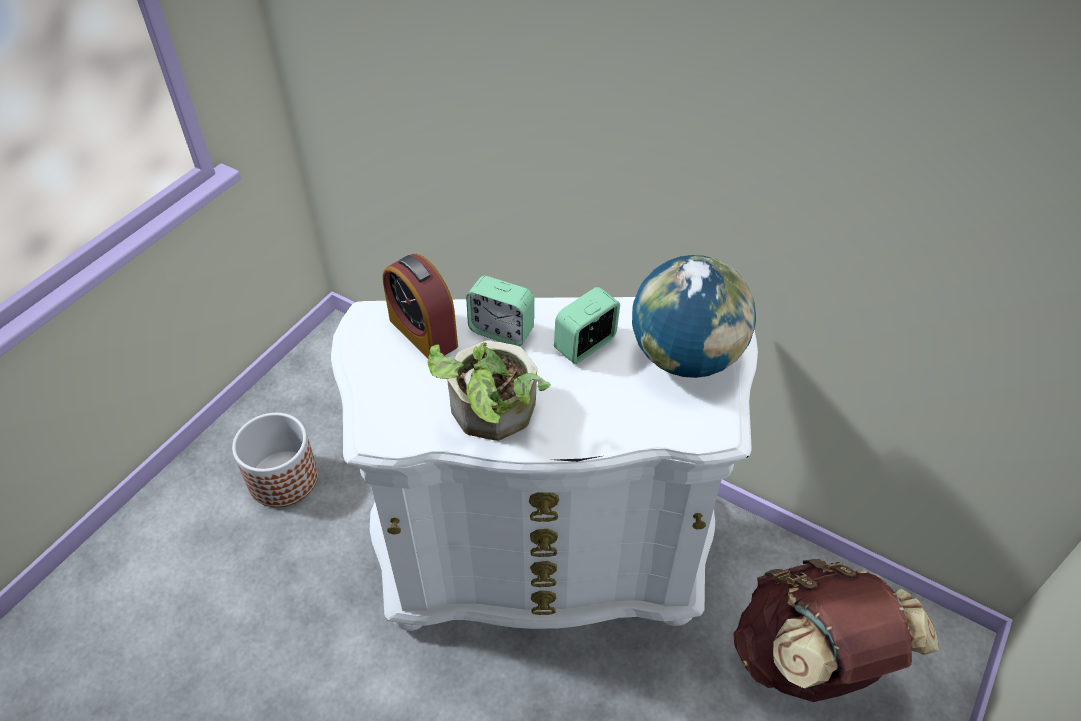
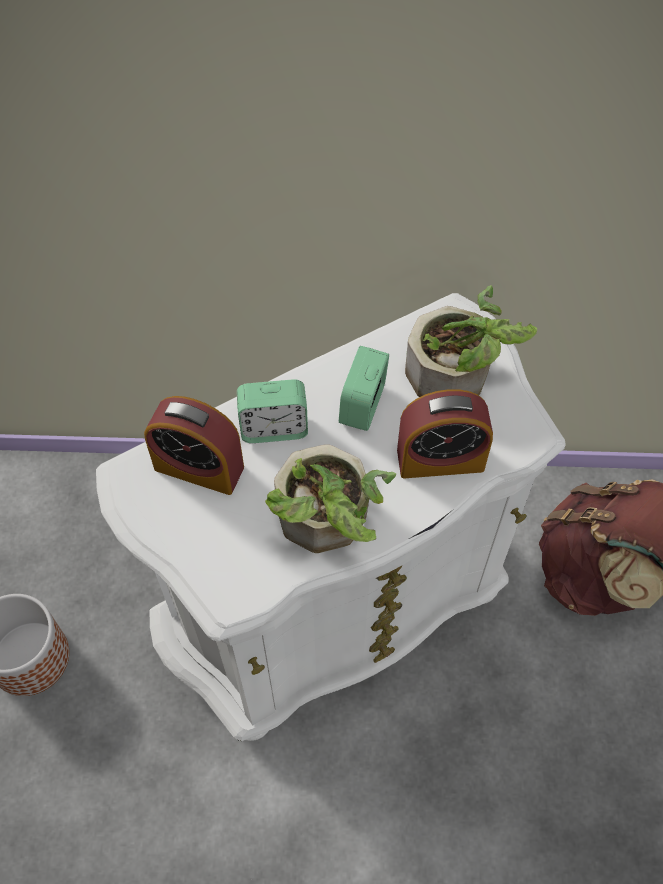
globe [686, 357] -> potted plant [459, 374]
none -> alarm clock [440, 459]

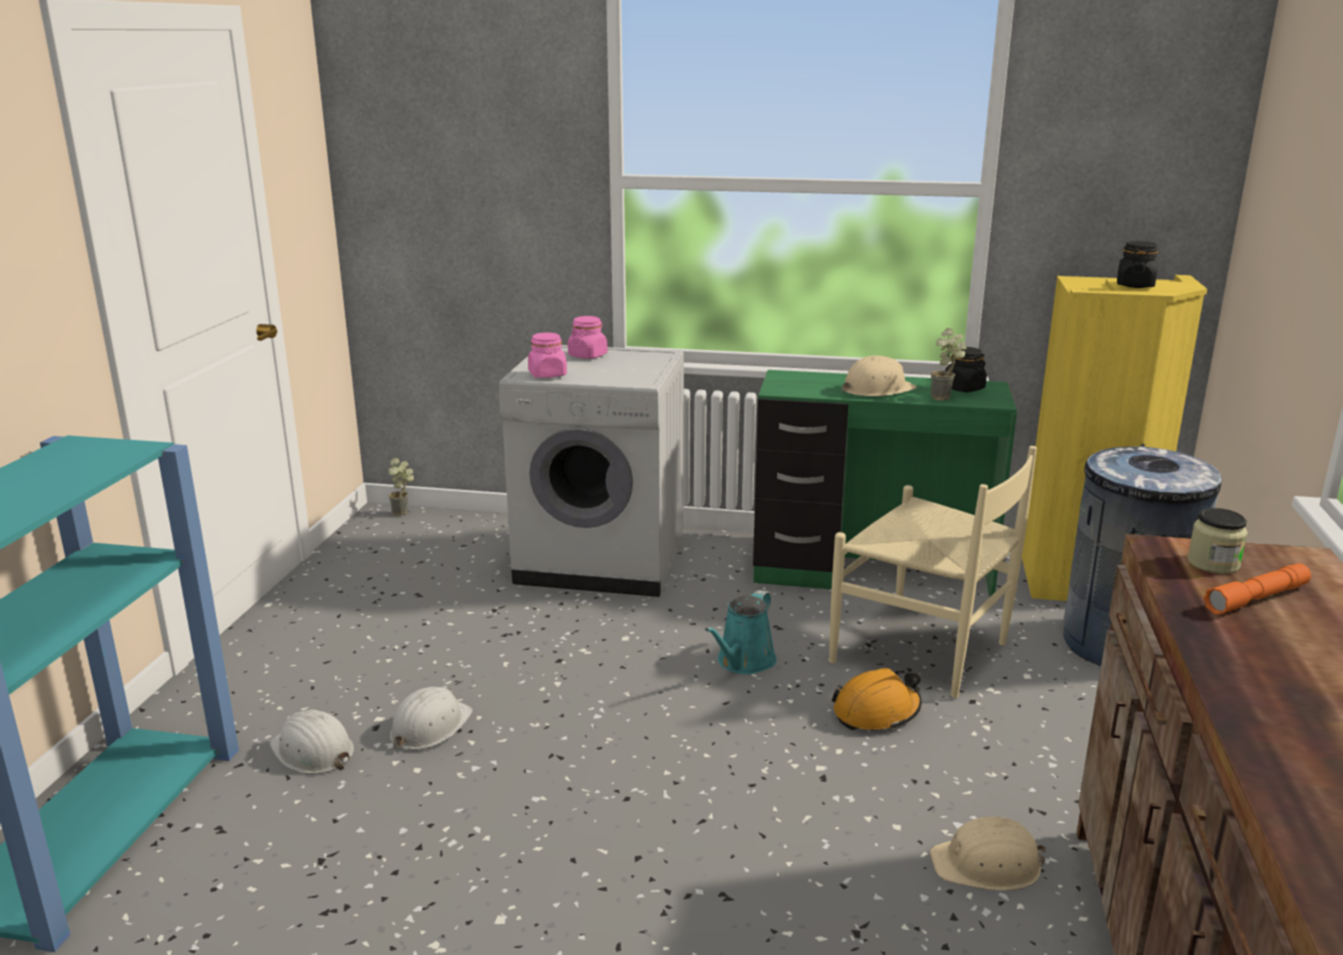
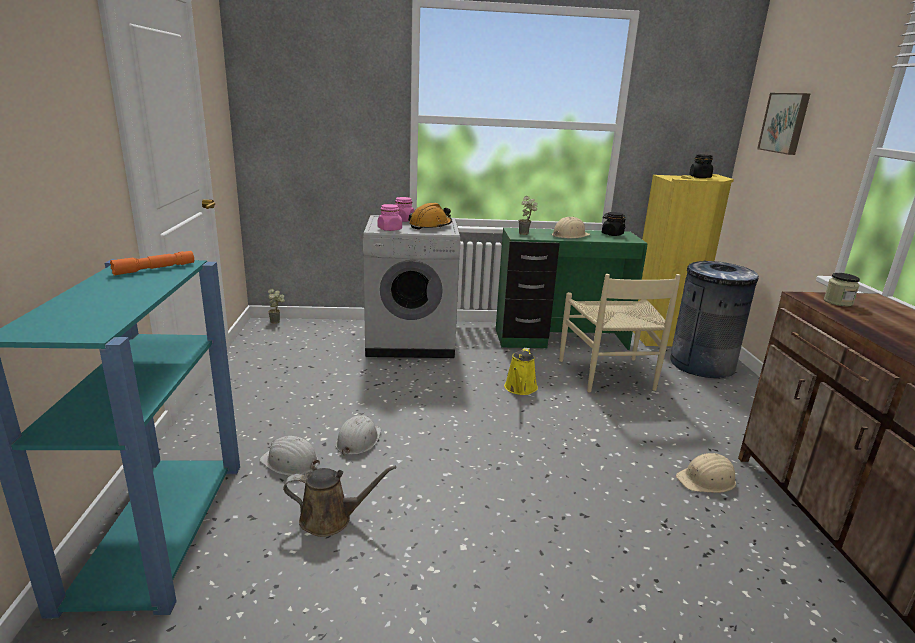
turquoise watering can [743, 662] -> yellow watering can [520, 388]
beige chair [923, 651] -> beige chair [609, 375], 60 degrees clockwise
orange hard hat [876, 712] -> orange hard hat [430, 226], move
potted plant [946, 399] -> potted plant [526, 234], move
orange flashlight [1256, 598] -> orange flashlight [155, 269], move
none -> brown watering can [331, 519]
none -> picture [785, 123]

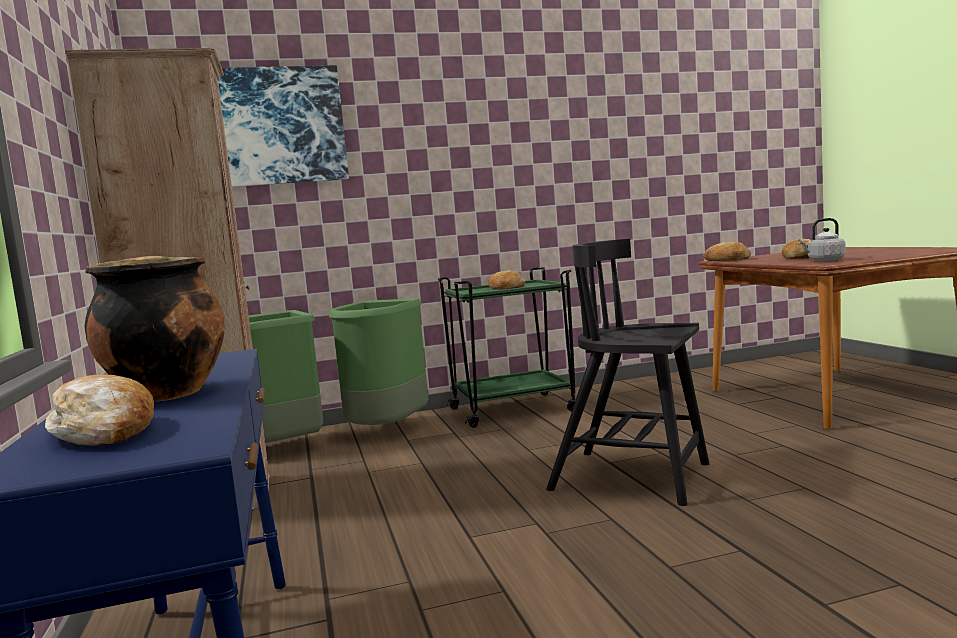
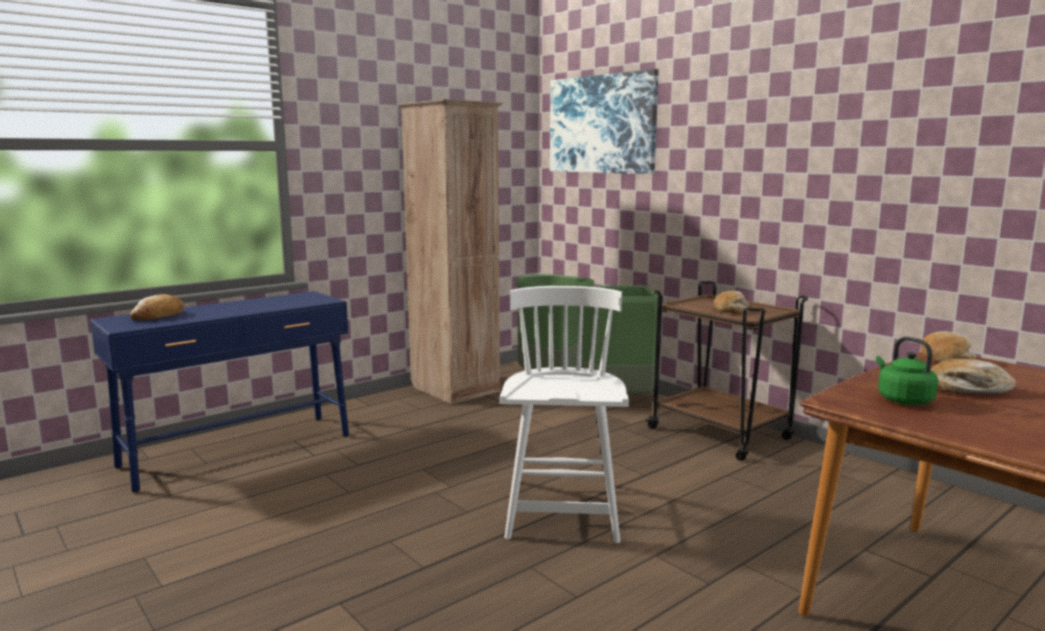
cooking pot [166, 394] -> none
green cart [513, 409] -> brown cart [720, 434]
black chair [634, 477] -> white chair [563, 510]
grey kettle [824, 260] -> green kettle [902, 399]

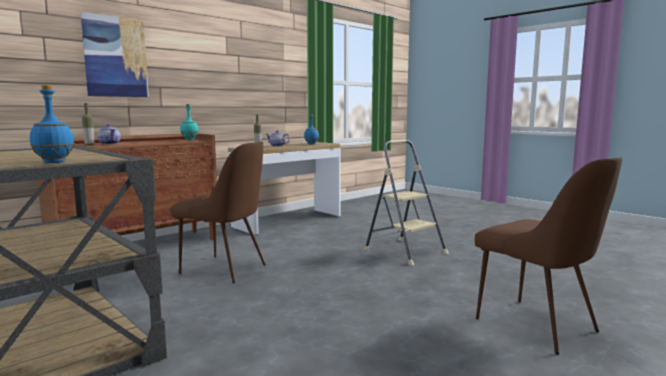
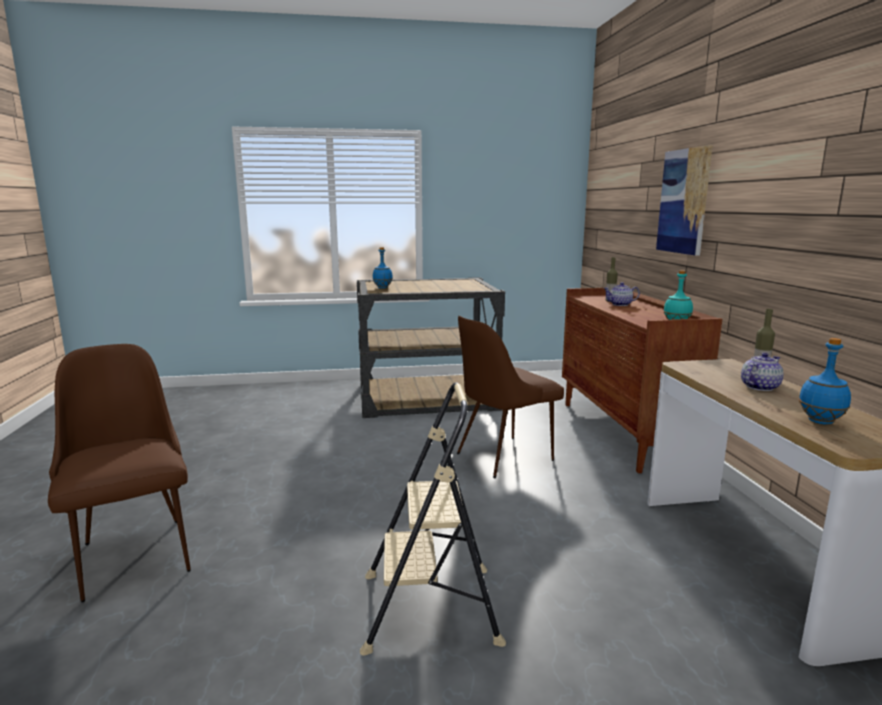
brown chair [537, 325] -> brown chair [134, 557], 60 degrees clockwise

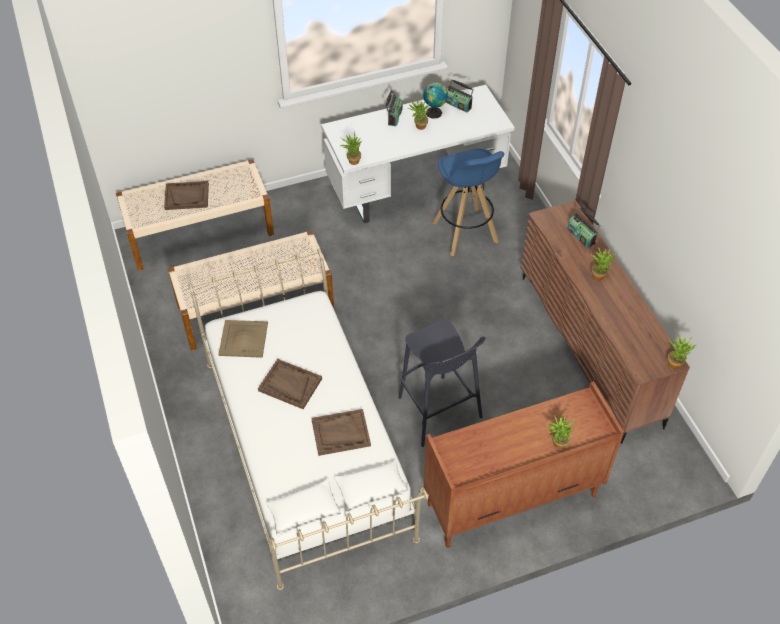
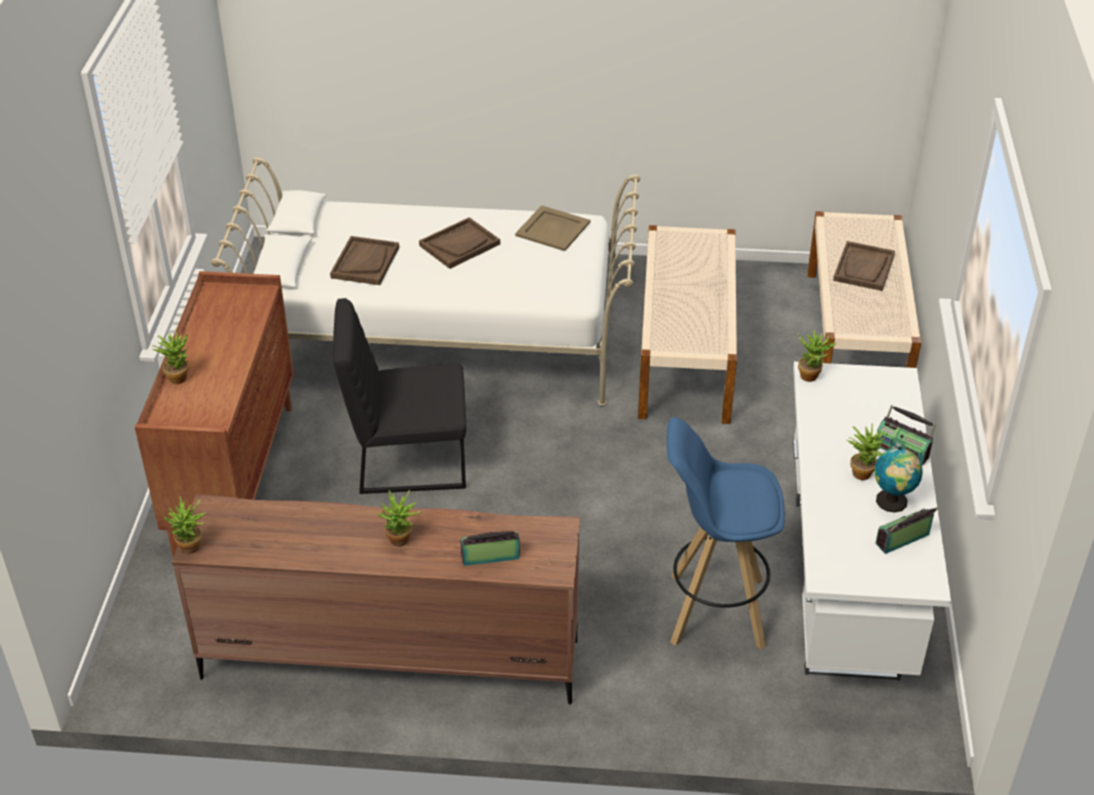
grey stool [437, 411] -> black chair [408, 460]

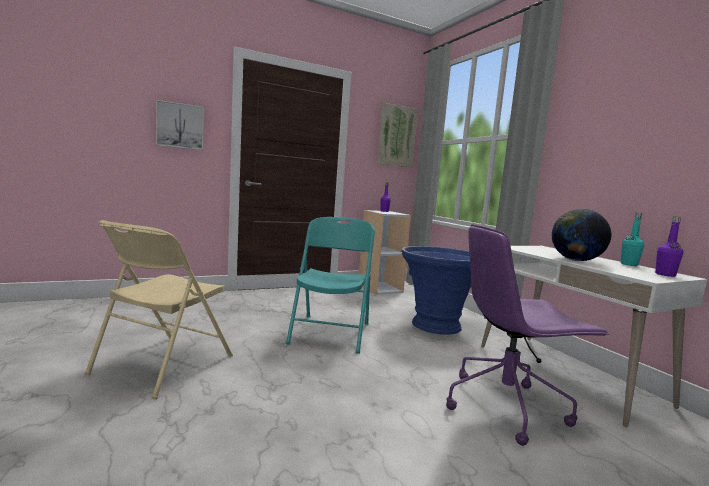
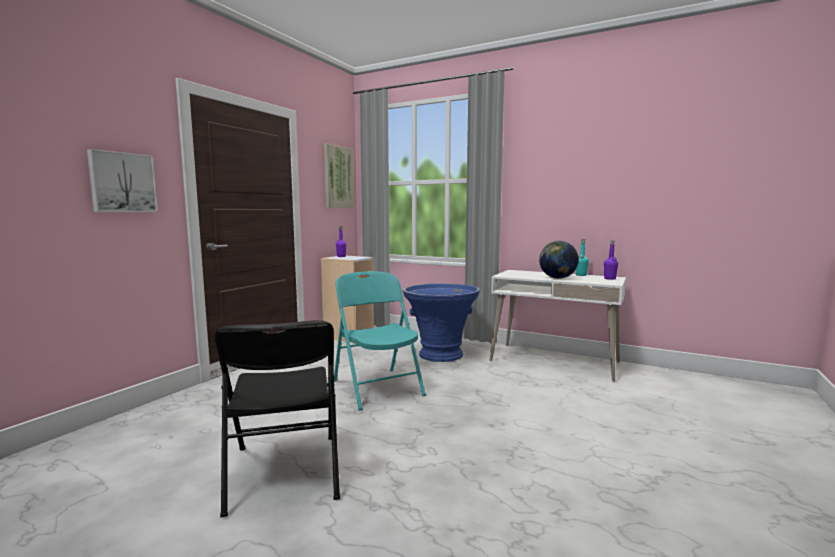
beige chair [163, 364] -> black chair [284, 472]
purple office chair [509, 406] -> none

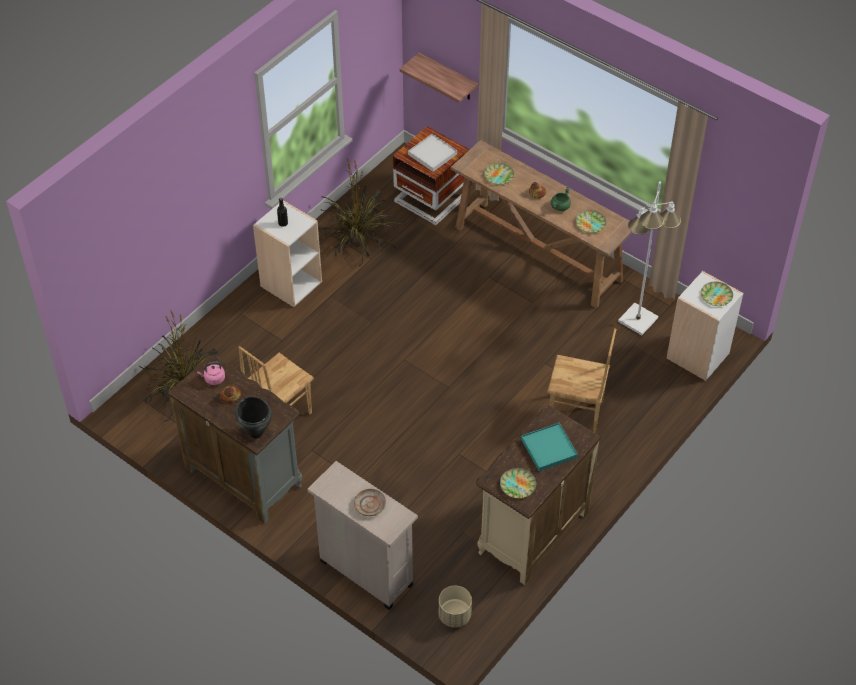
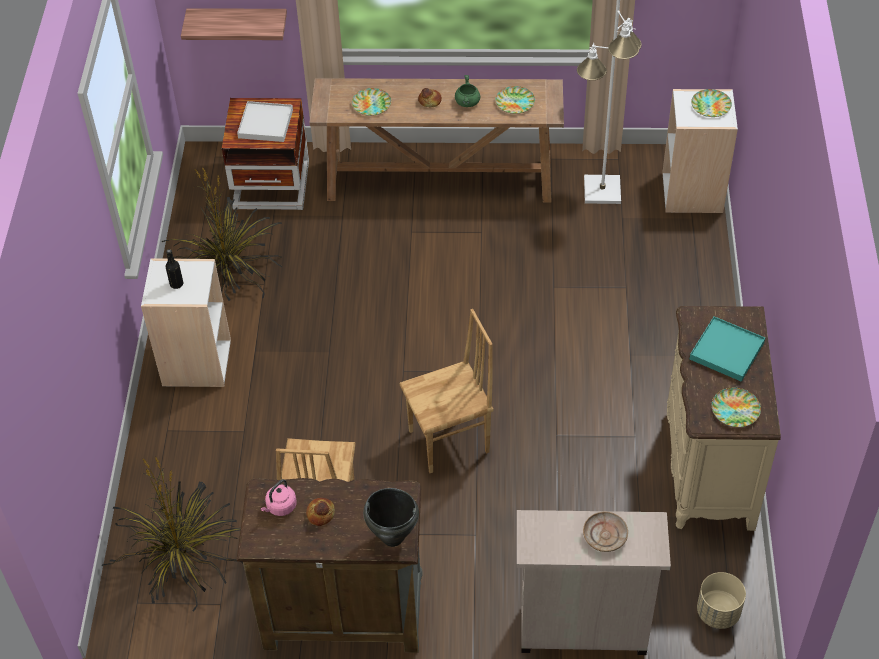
brown chair [576, 414] -> brown chair [450, 442], move

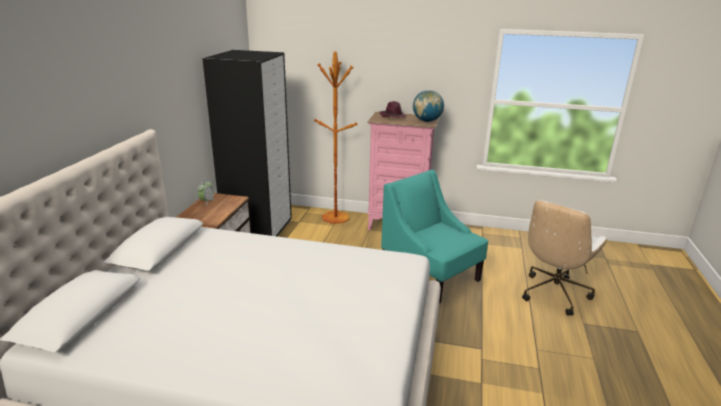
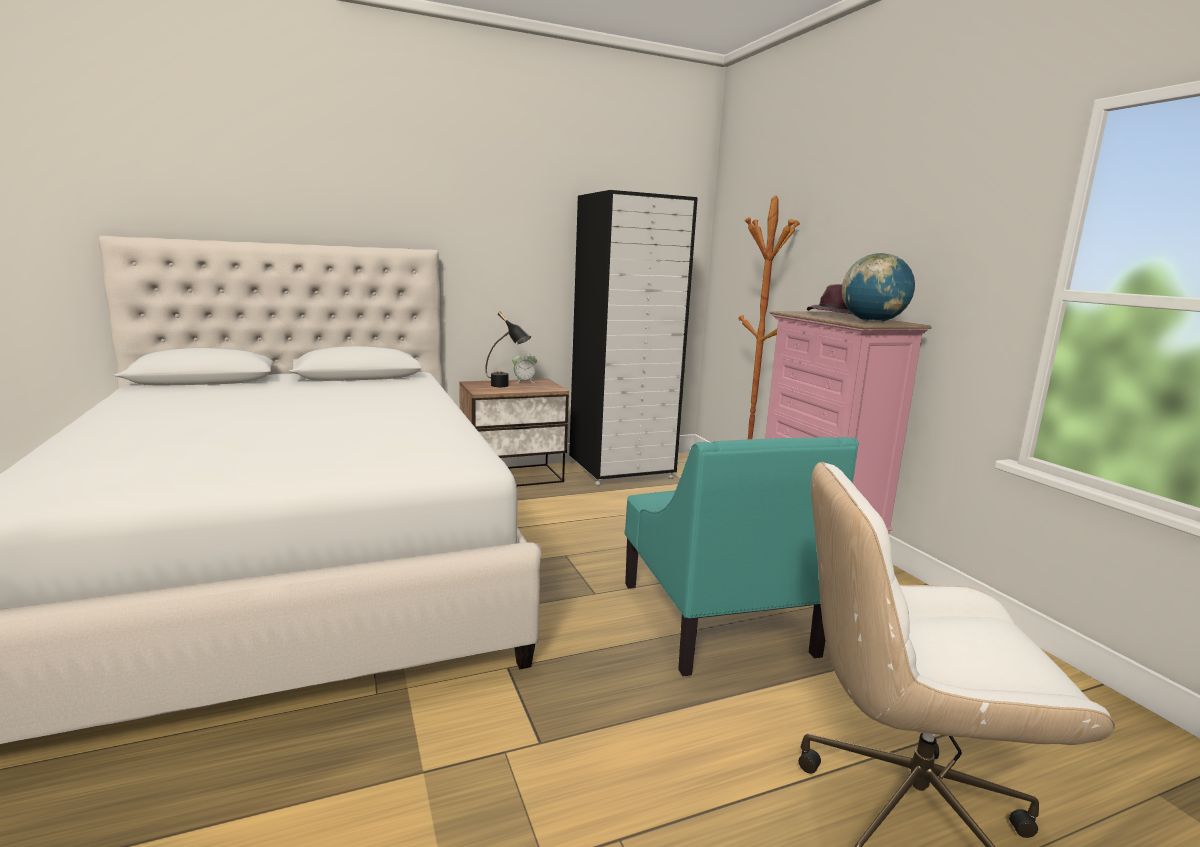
turquoise armchair [431, 275] -> turquoise armchair [713, 617], 150 degrees clockwise
none -> black table lamp [506, 386]

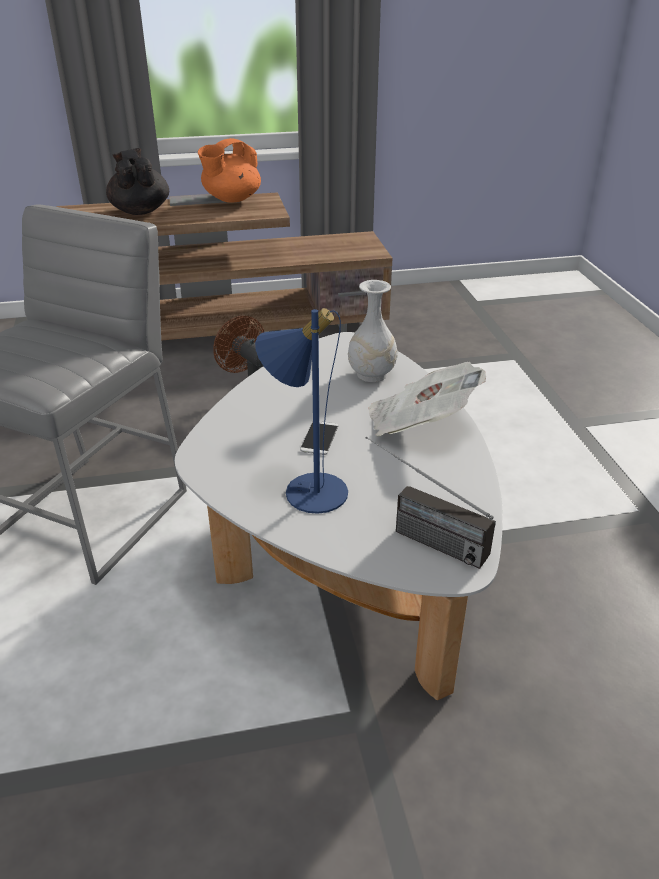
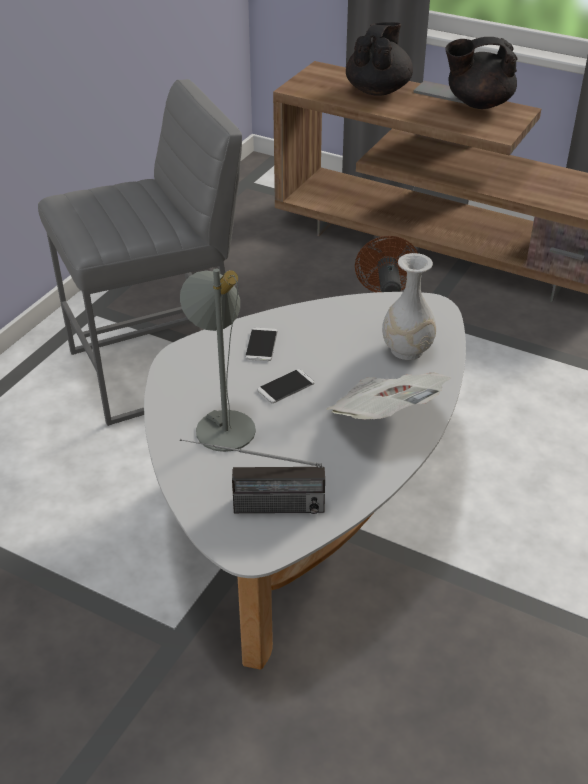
orange teapot [231, 199] -> black teapot [478, 103]
blue table lamp [306, 488] -> grey table lamp [223, 423]
radio [417, 535] -> radio [254, 507], 75 degrees counterclockwise
none -> phone [261, 345]

